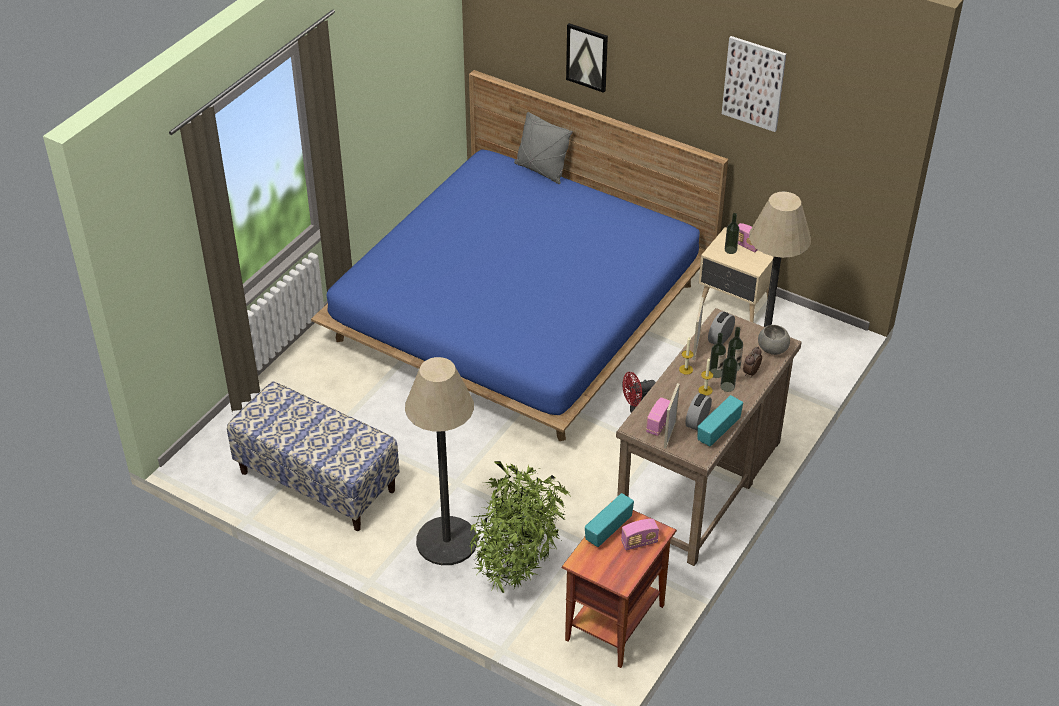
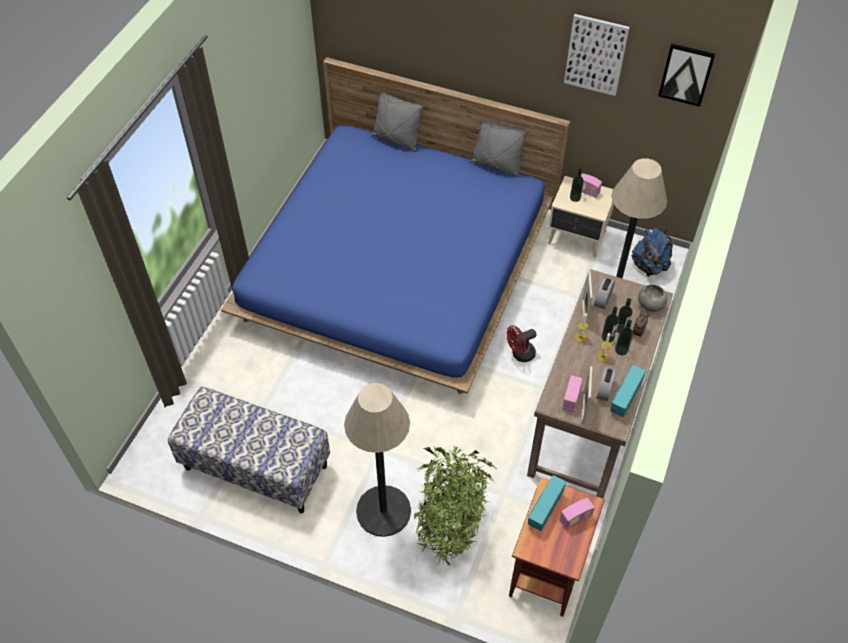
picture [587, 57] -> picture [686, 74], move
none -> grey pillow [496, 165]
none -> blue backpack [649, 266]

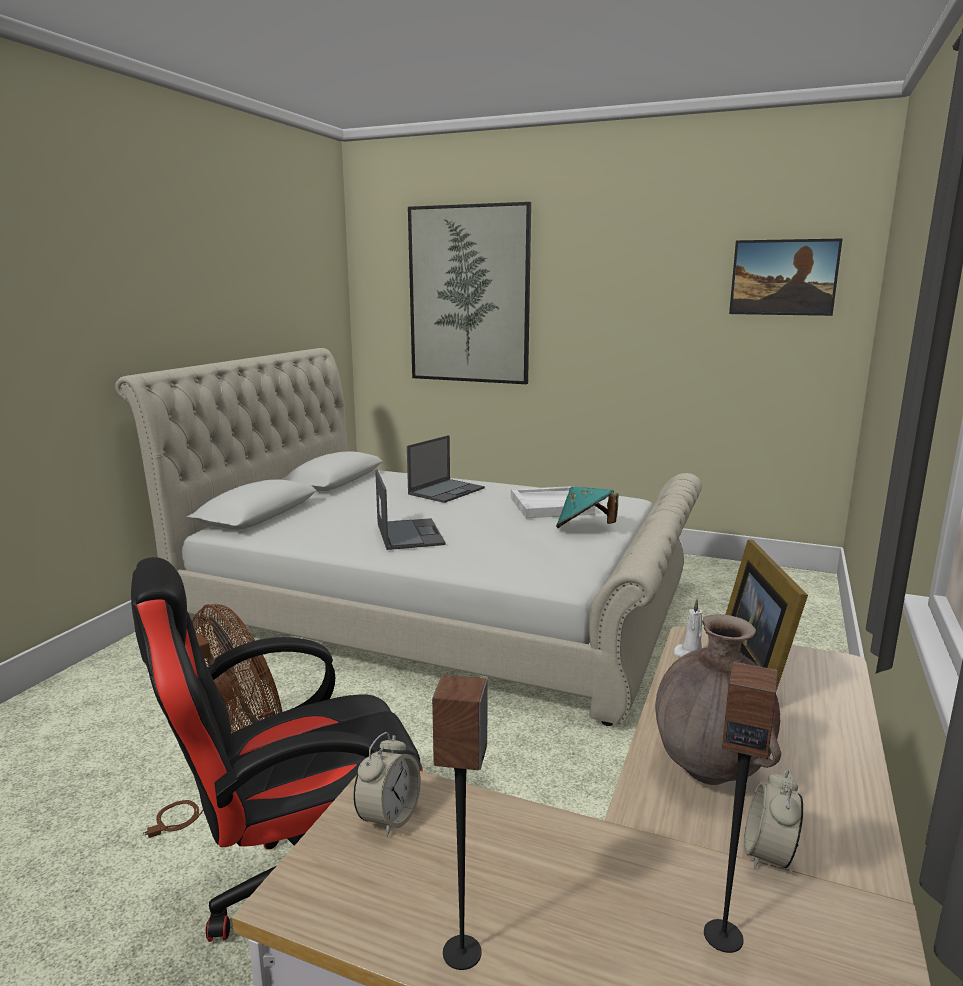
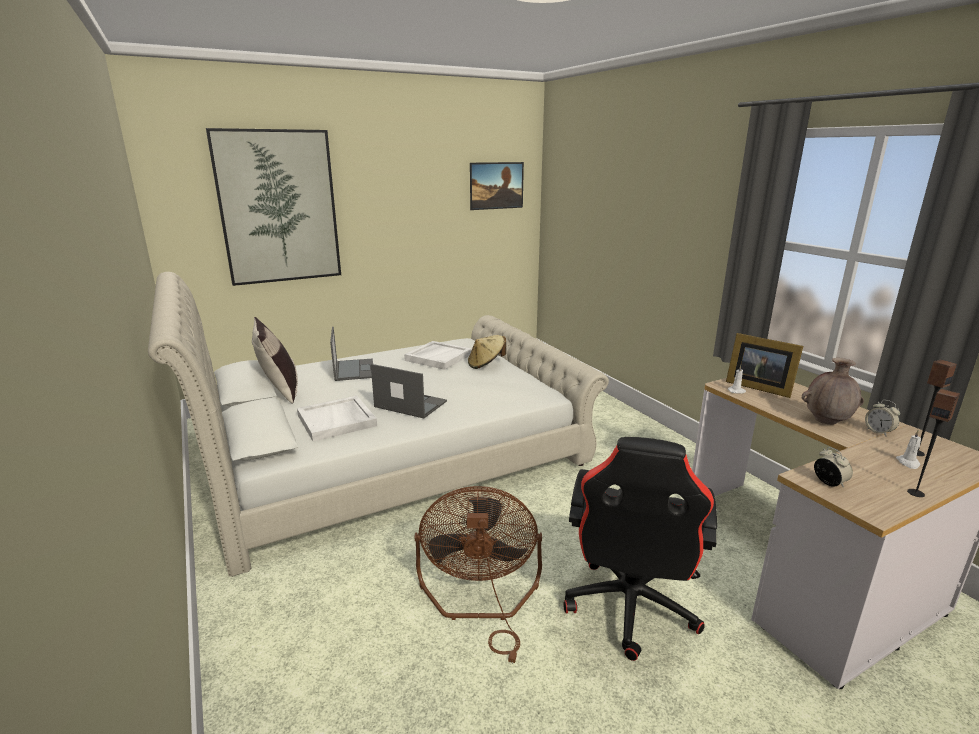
turquoise hat [584, 529] -> beige hat [486, 364]
none -> pillow [279, 391]
none -> white tray [337, 421]
none -> white candle [908, 463]

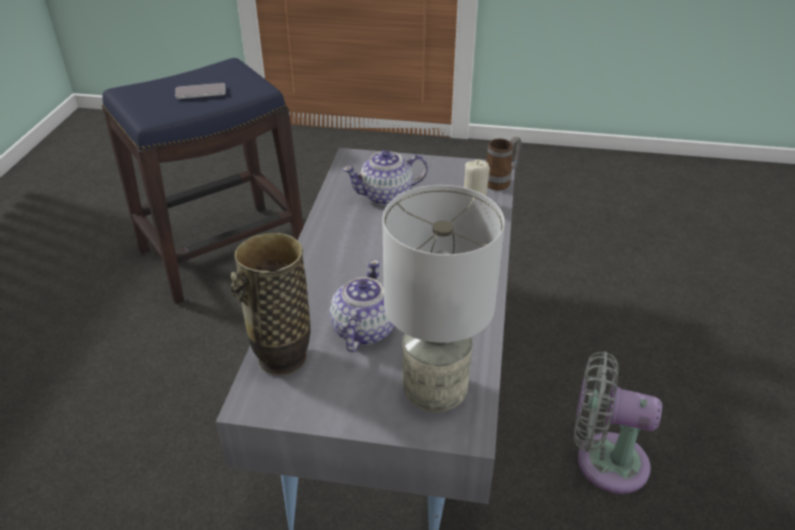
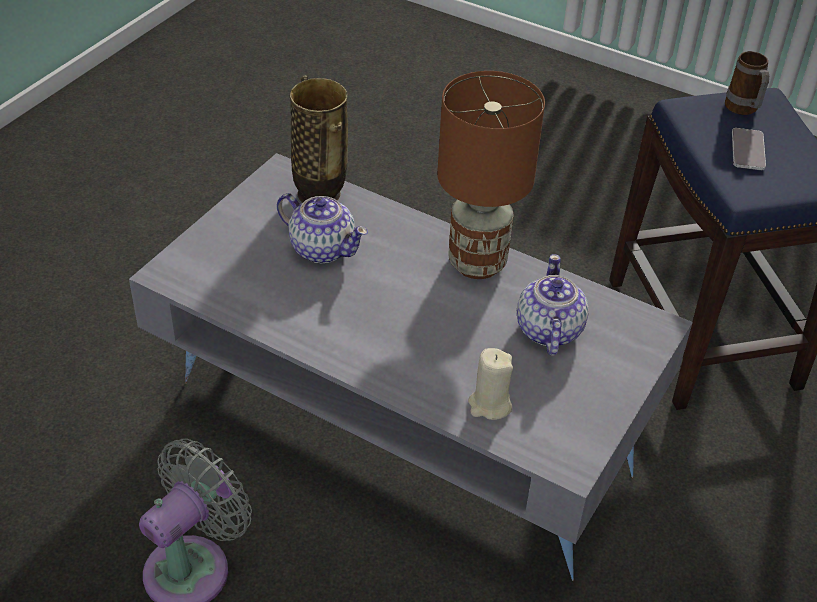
grey table lamp [436, 393] -> none
mug [501, 182] -> mug [743, 110], move
none -> brown table lamp [478, 264]

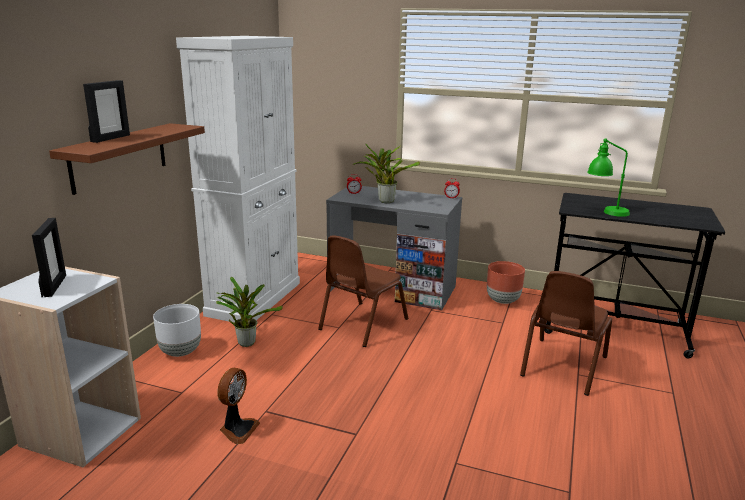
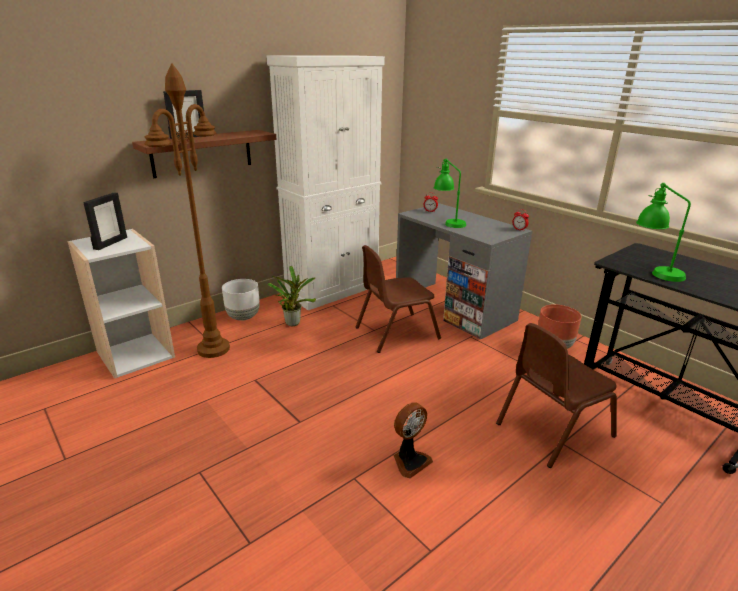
fan [237, 429] -> fan [410, 461], move
potted plant [384, 201] -> green table lamp [448, 222]
none -> brown floor lamp [213, 349]

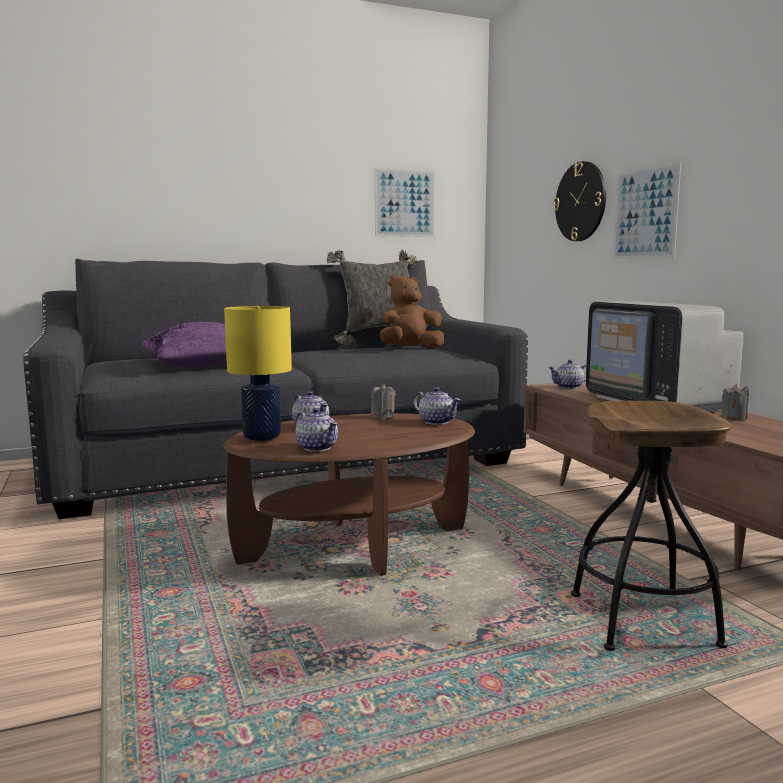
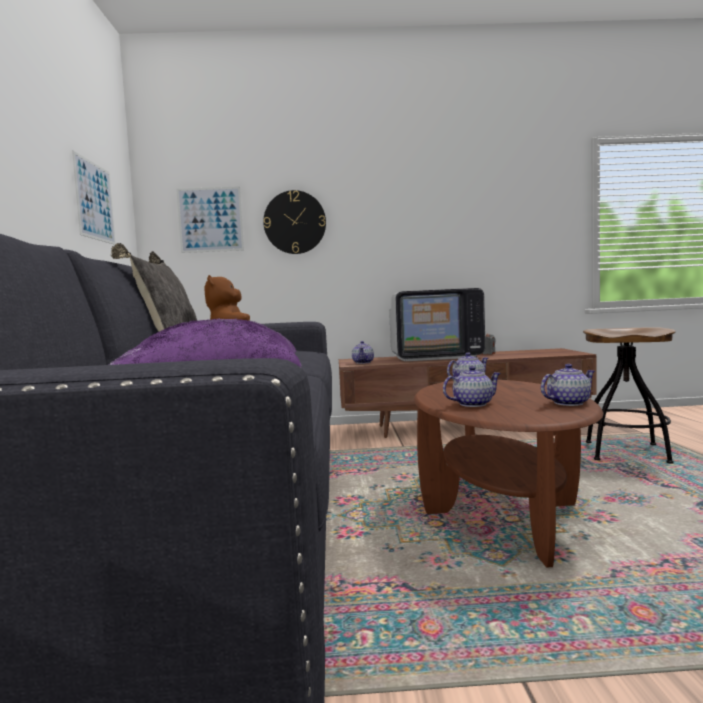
yellow table lamp [262, 439] -> none
grey candle [382, 416] -> none
picture [645, 213] -> picture [210, 219], move

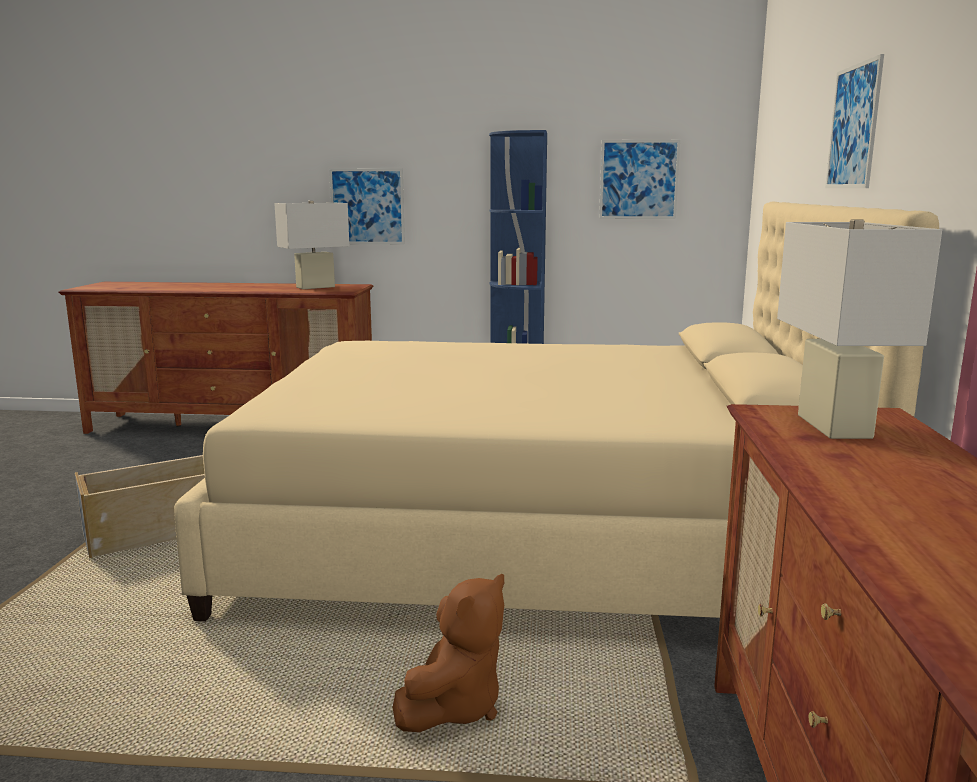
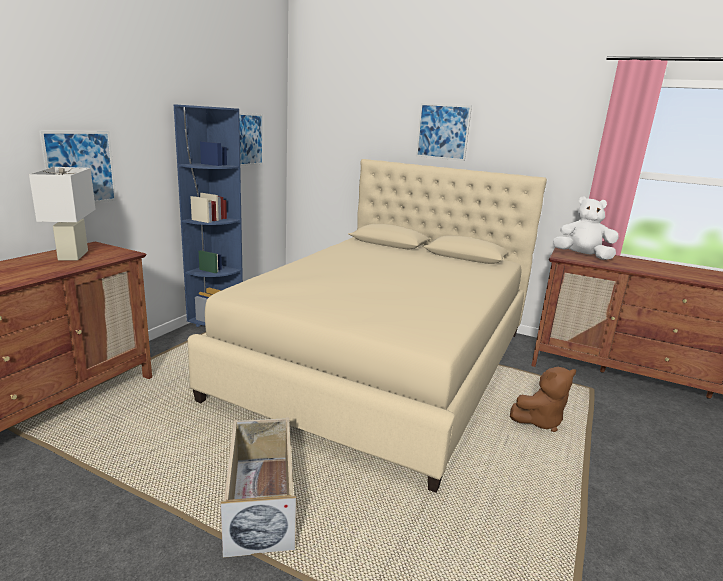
brown plush toy [454, 706] -> brown plush toy [539, 421], 105 degrees clockwise
white table lamp [833, 426] -> white plush toy [582, 256]

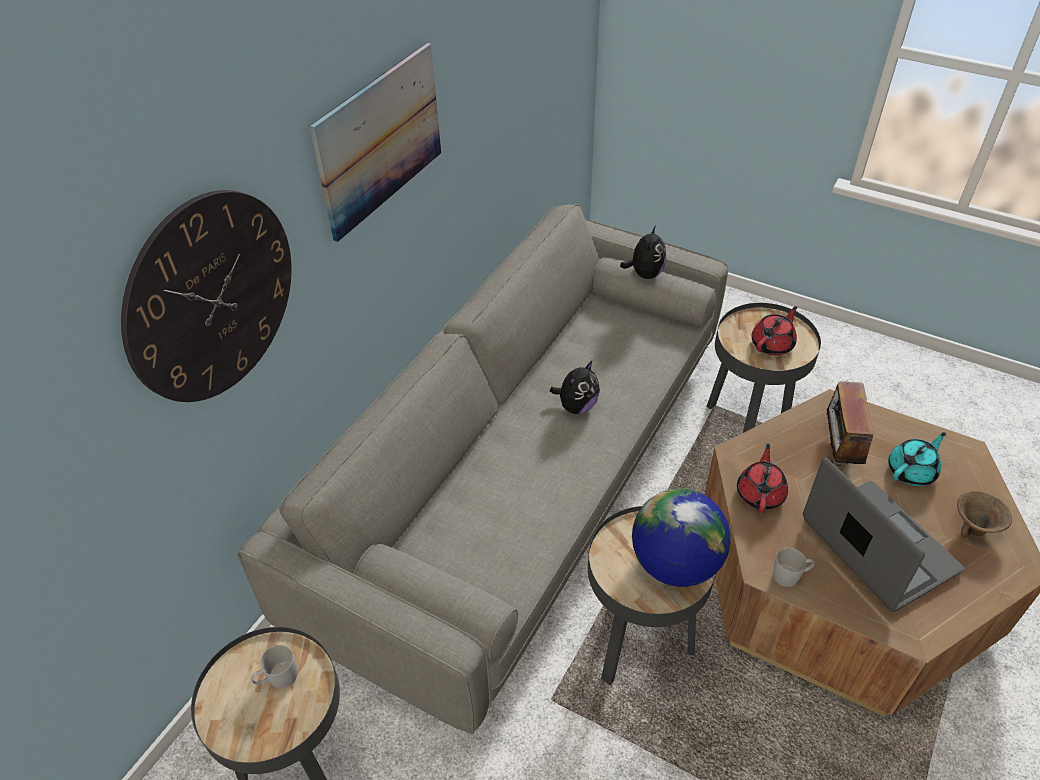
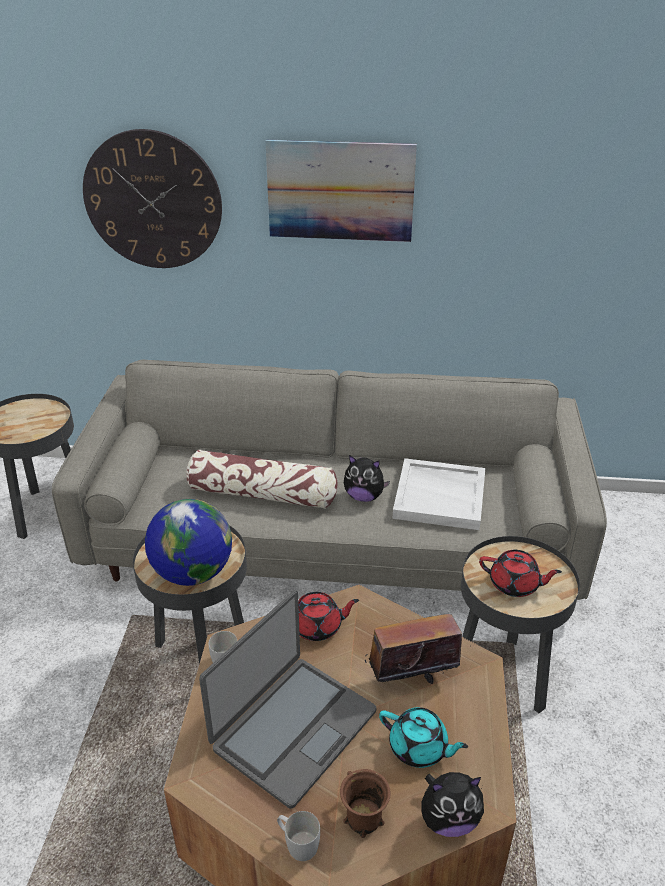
white mug [277, 678] -> white mug [297, 843], move
plush toy [645, 274] -> plush toy [449, 819], move
brown bowl [974, 528] -> brown mug [363, 819]
none -> pillow [262, 494]
none -> white tray [440, 496]

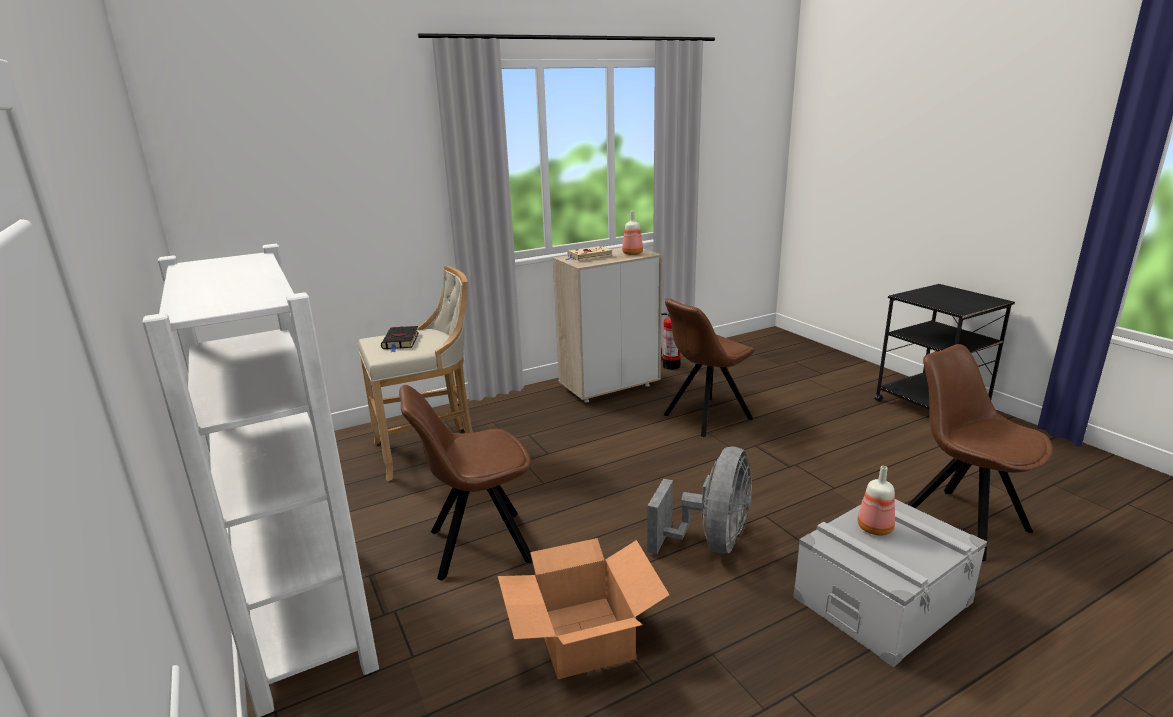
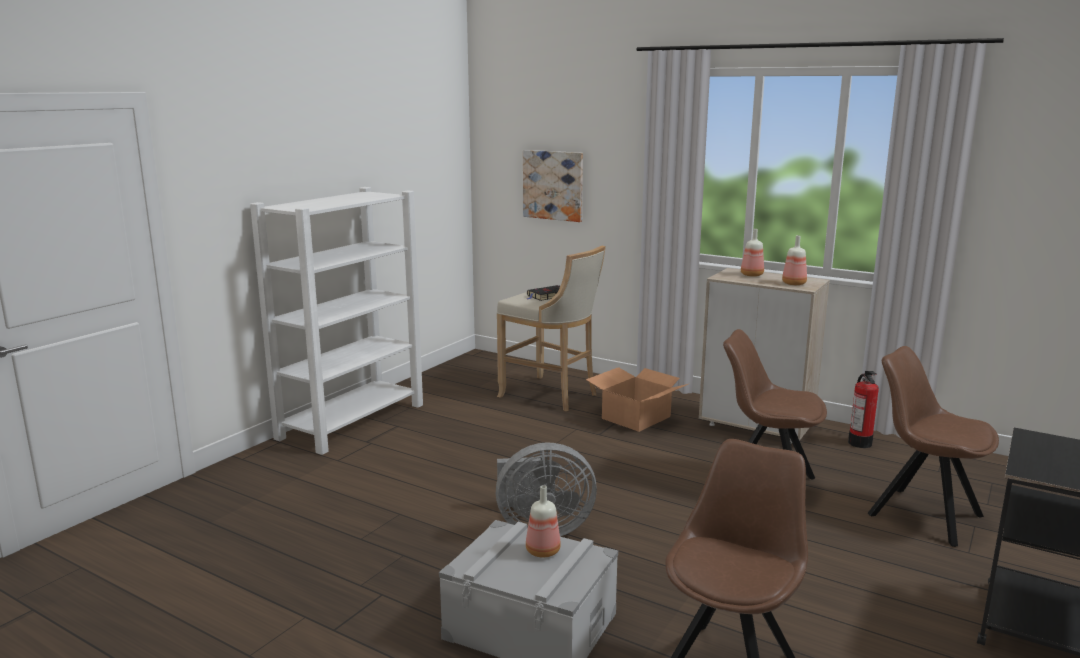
brown chair [479, 545] -> brown chair [923, 515], move
cardboard box [583, 637] -> cardboard box [635, 417], move
beige book [588, 257] -> bottle [751, 275]
none -> picture [553, 185]

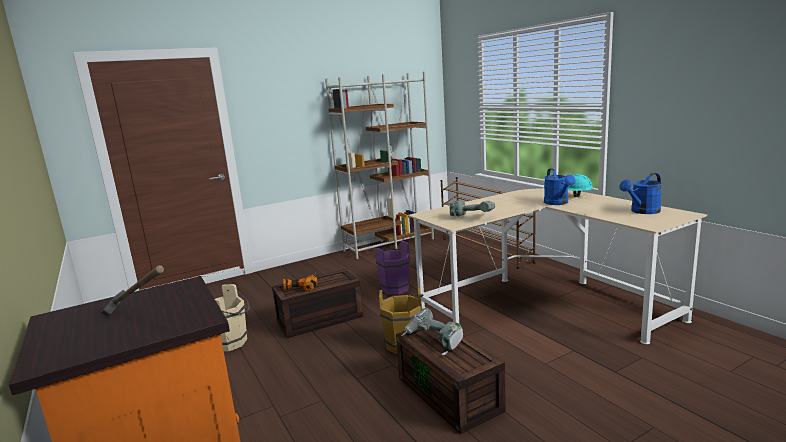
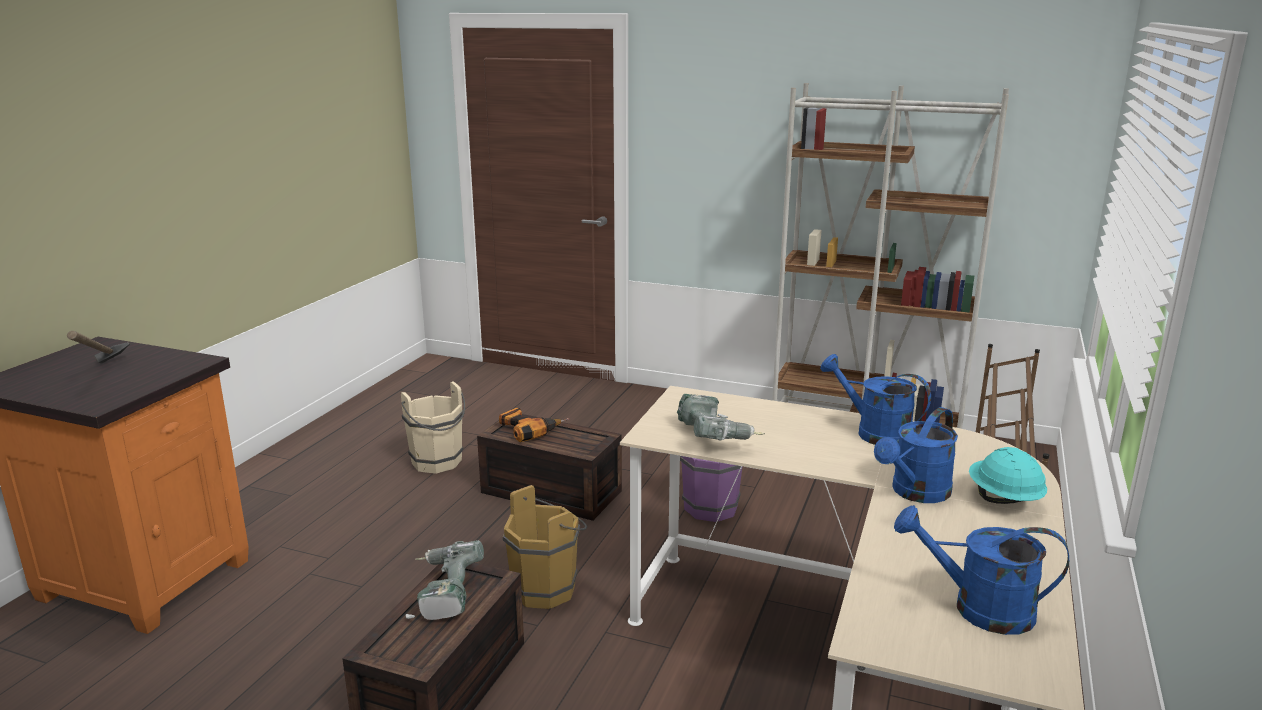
none -> blue watering can [874, 433]

